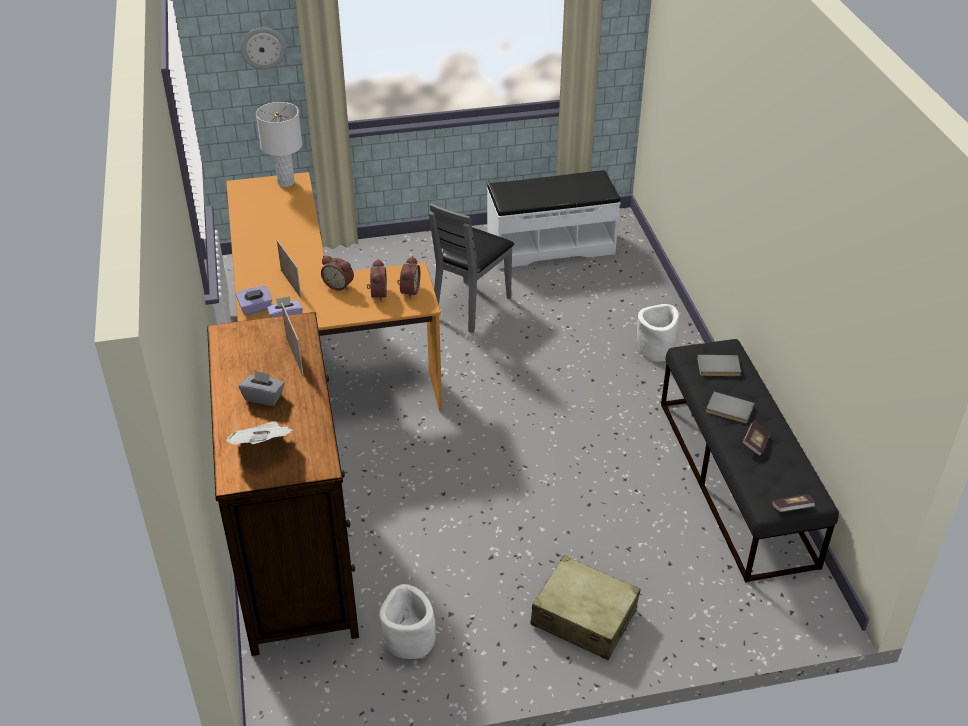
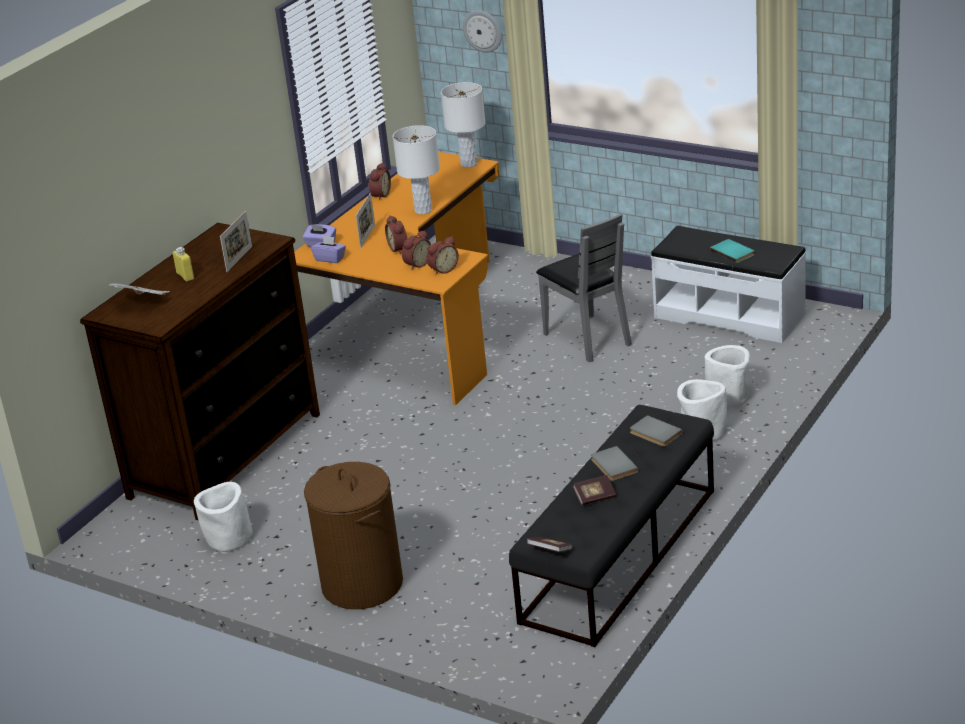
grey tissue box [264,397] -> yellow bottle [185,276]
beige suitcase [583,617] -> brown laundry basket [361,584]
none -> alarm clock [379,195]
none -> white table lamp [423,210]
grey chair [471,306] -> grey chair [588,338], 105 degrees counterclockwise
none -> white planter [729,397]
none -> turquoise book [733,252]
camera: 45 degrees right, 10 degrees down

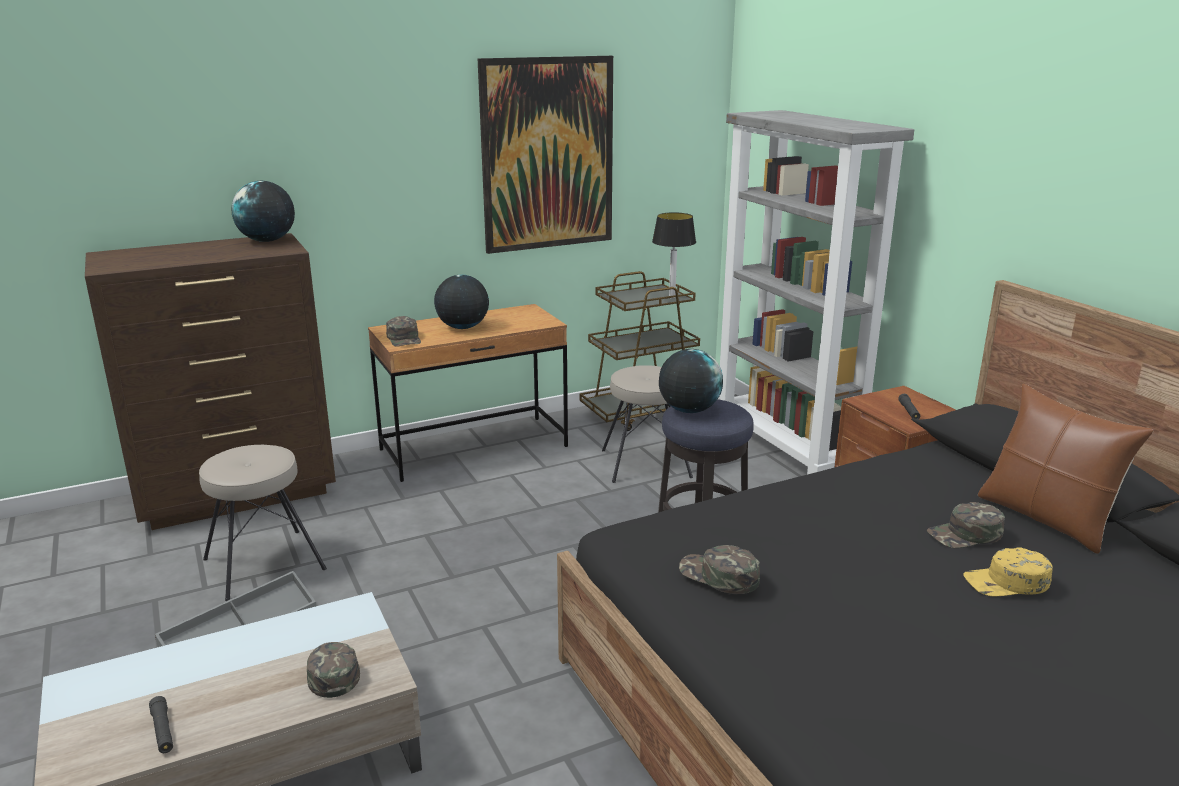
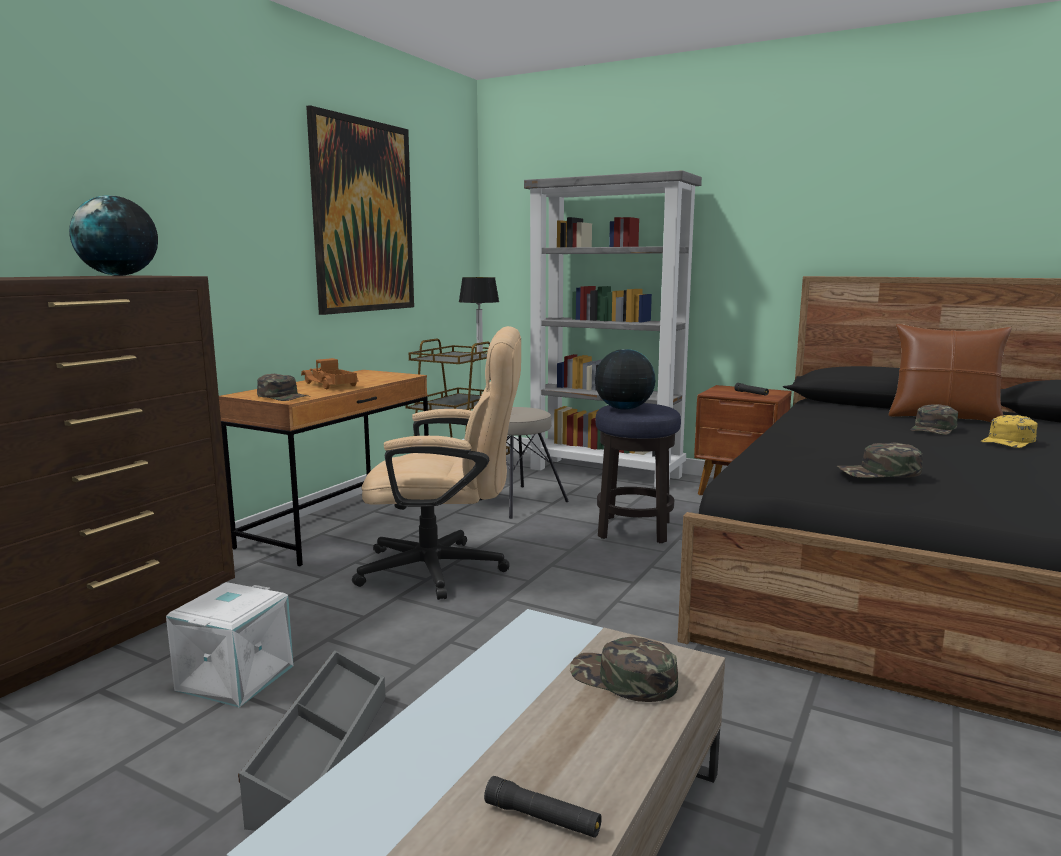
beige stool [263,563] -> white storage box [234,677]
globe [462,327] -> toy truck [329,385]
none -> beige office chair [446,569]
camera: 35 degrees left, 10 degrees down

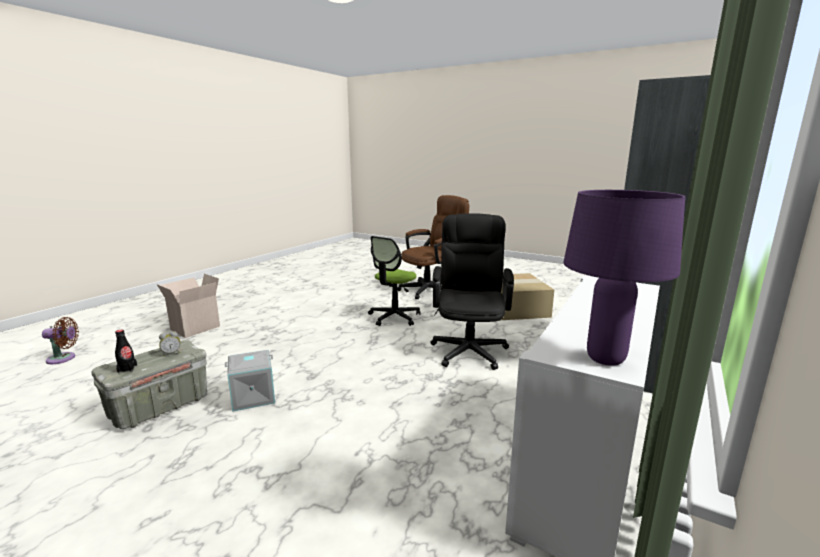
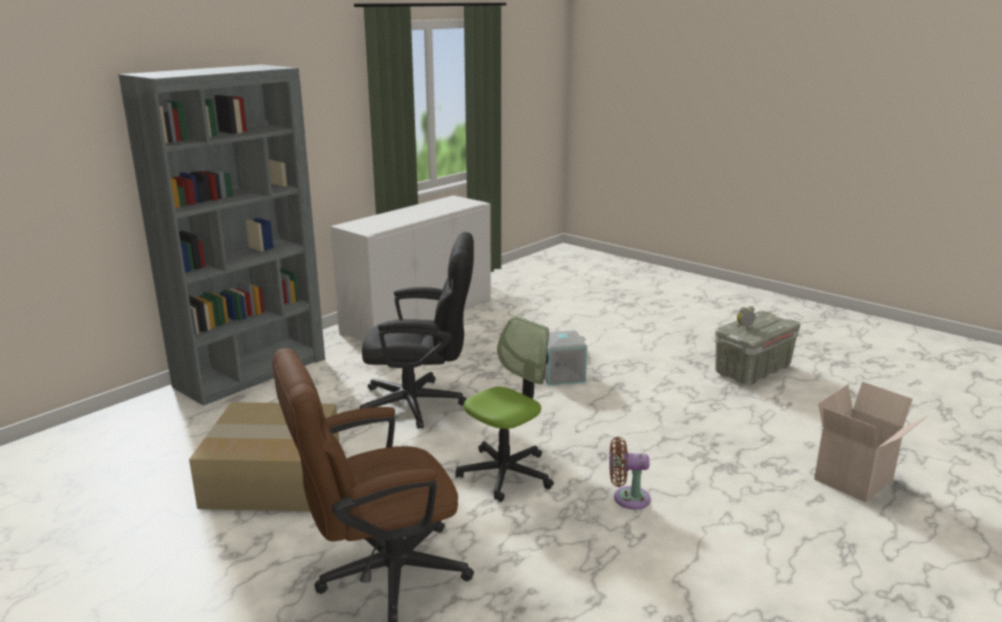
black office chair [469,347] -> black office chair [422,404], 105 degrees counterclockwise
grey storage box [253,397] -> grey storage box [561,374], moved
brown fan [64,358] -> brown fan [627,498], moved
black bottle [127,368] -> none
purple table lamp [605,359] -> none
camera: 170 degrees left, 5 degrees up

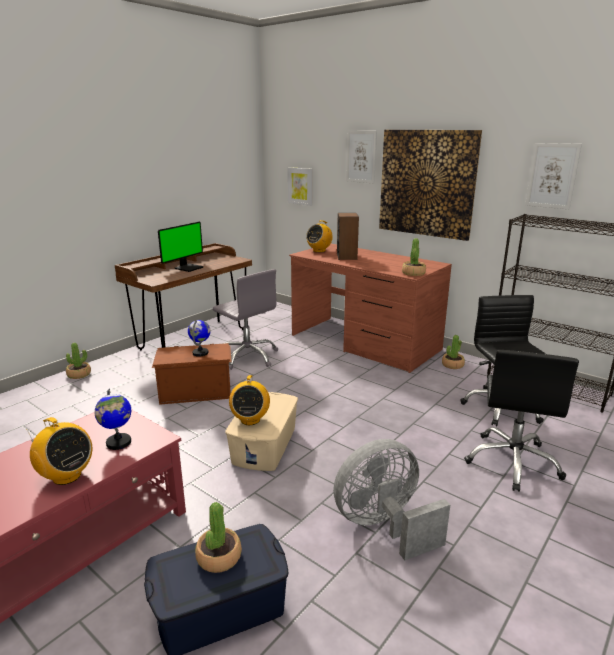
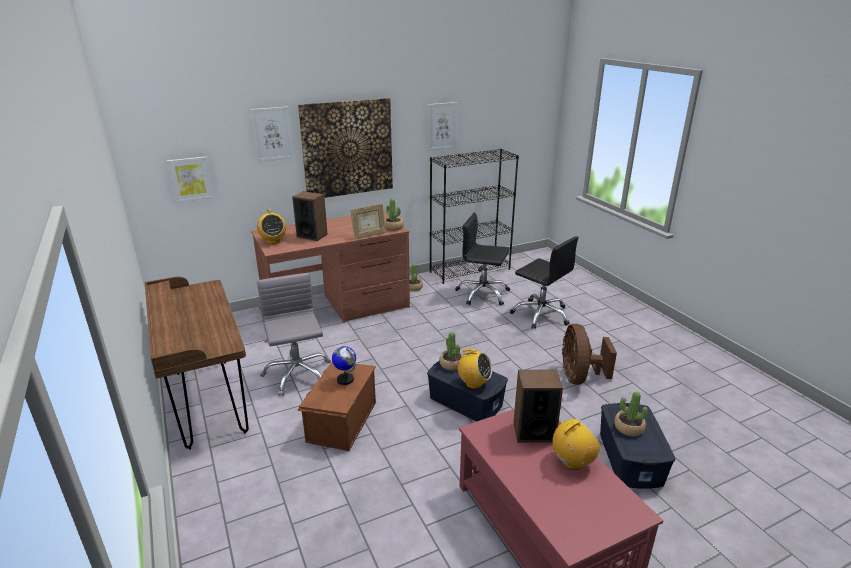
grey office chair [248,356] -> grey office chair [297,374], 90 degrees counterclockwise
none -> picture frame [369,236]
beige storage box [265,445] -> blue storage box [466,401]
potted plant [79,374] -> potted plant [452,364], moved
globe [118,443] -> speaker [533,432]
grey fan [384,526] -> brown fan [579,377]
monitor [188,268] -> none
camera: 65 degrees left, 5 degrees up

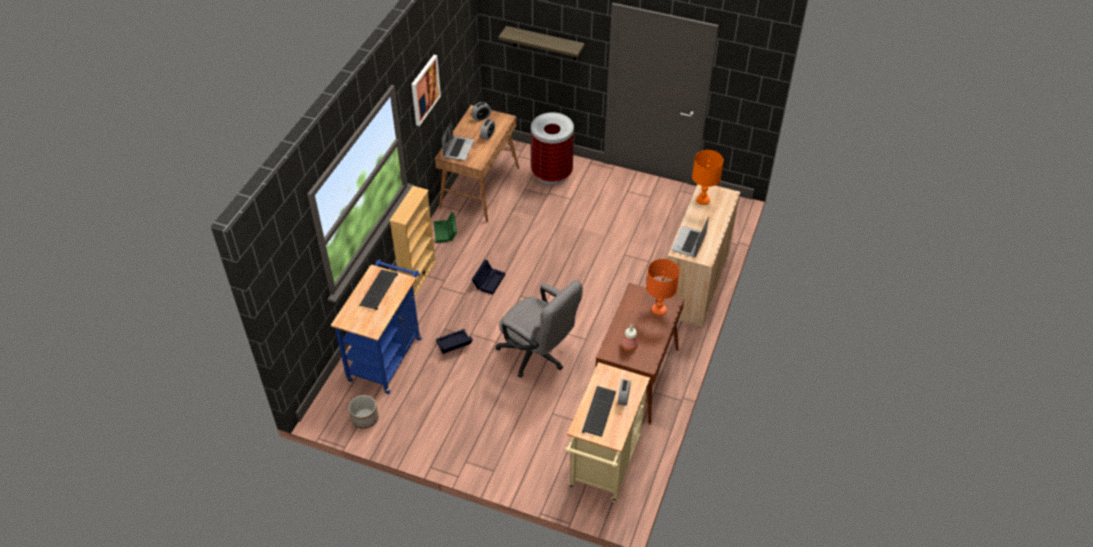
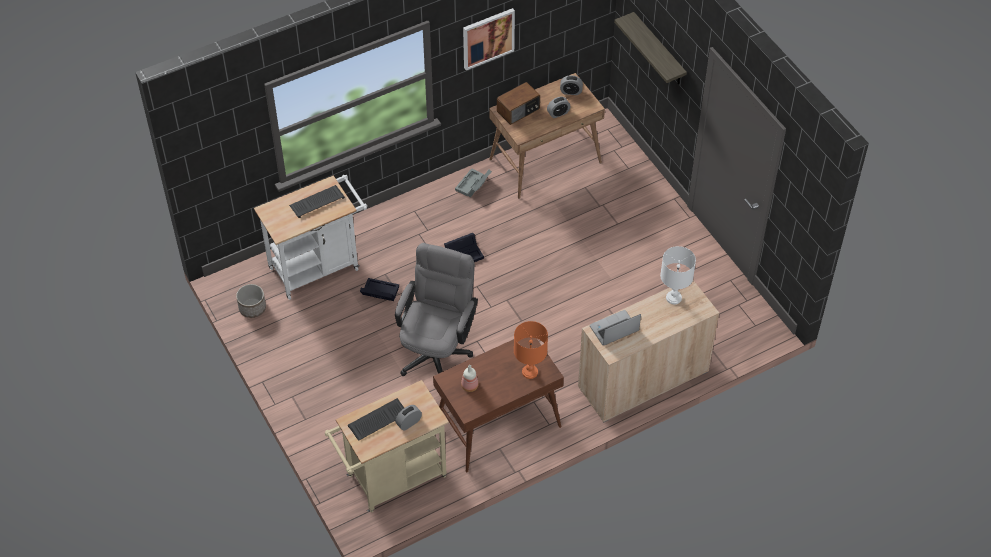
blue cart [387,355] -> white cart [319,266]
grey office chair [538,355] -> grey office chair [437,349], 150 degrees counterclockwise
green storage box [445,232] -> grey storage box [473,186]
laptop [458,148] -> radio [518,110]
orange table lamp [702,200] -> white table lamp [673,298]
beige bookcase [418,276] -> none
trash can [552,173] -> none
camera: 40 degrees right, 5 degrees up

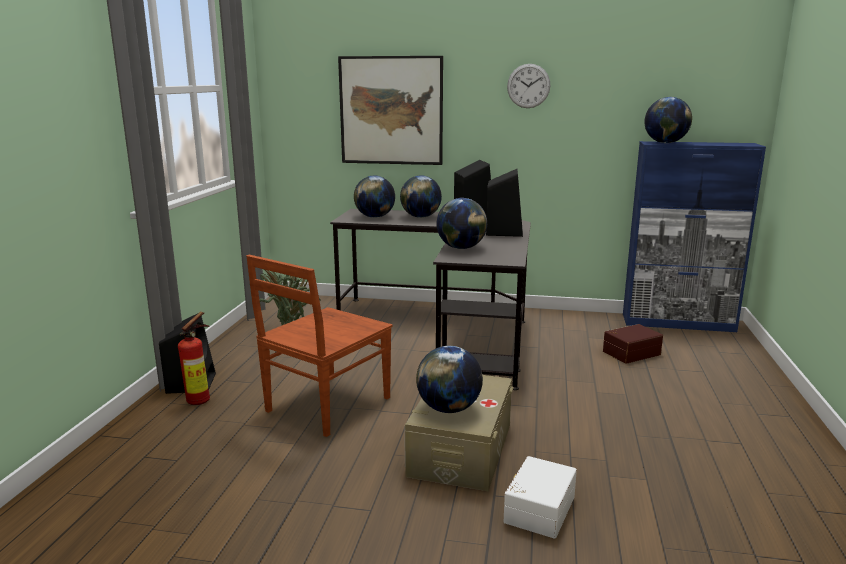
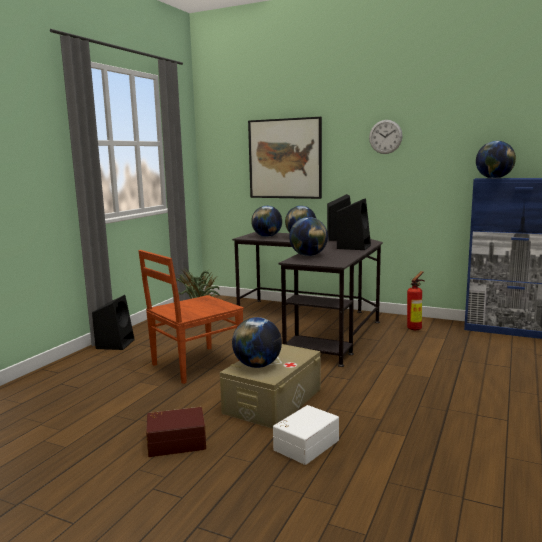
brown storage box [630,352] -> brown storage box [176,441], moved
fire extinguisher [201,400] -> fire extinguisher [416,328], moved
camera: 15 degrees right, 5 degrees down

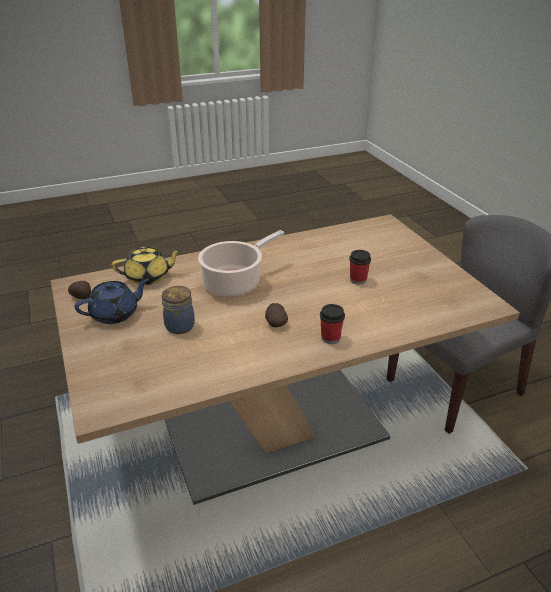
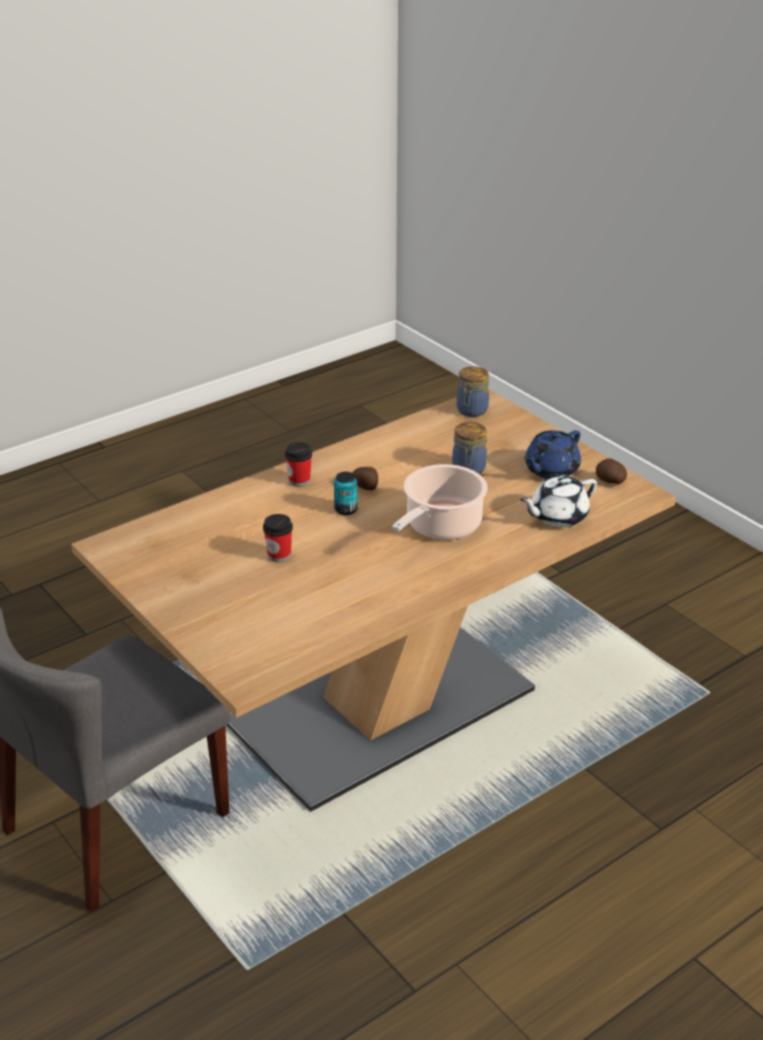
none -> can [346,510]
none -> jar [471,411]
yellow teapot [148,277] -> white teapot [557,517]
camera: 165 degrees right, 0 degrees up

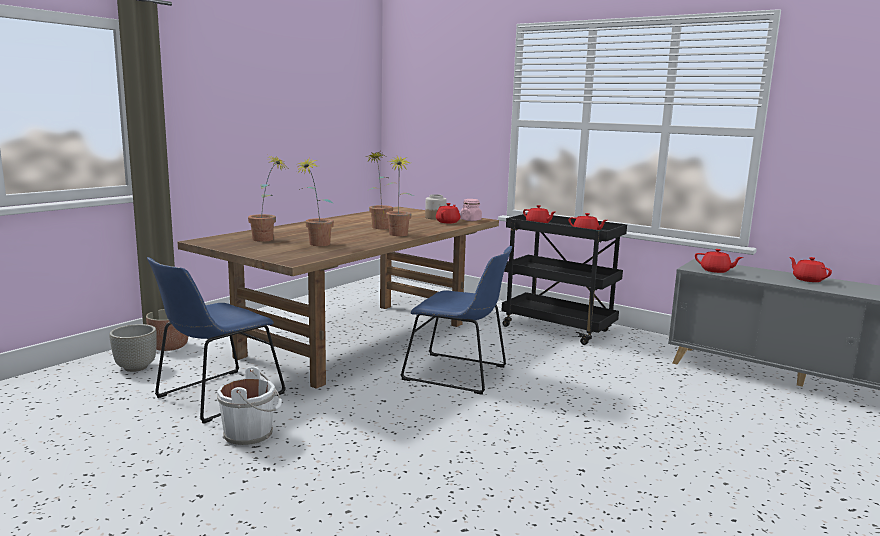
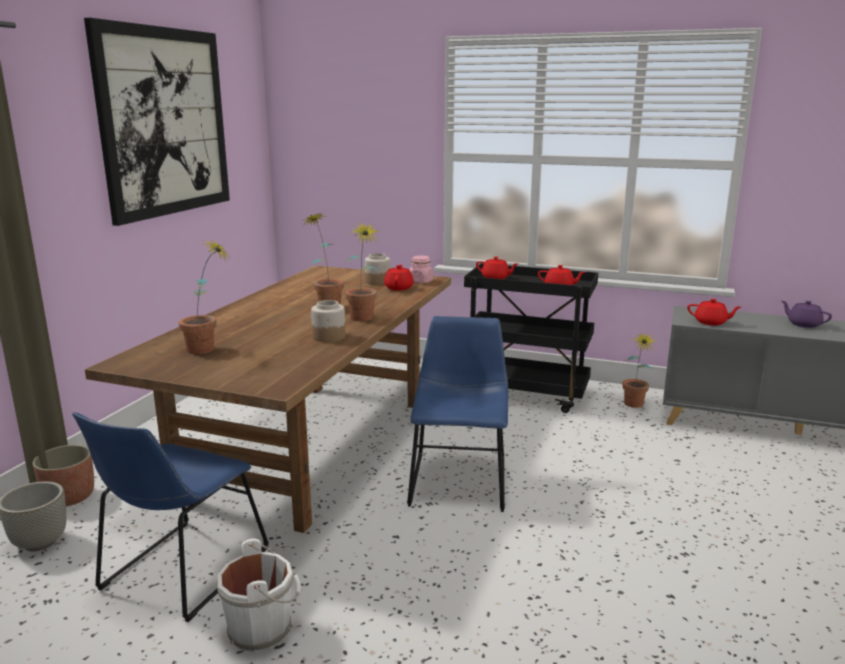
none -> picture [164,122]
none -> jar [328,337]
blue chair [459,374] -> blue chair [459,479], 90 degrees counterclockwise
potted plant [316,245] -> potted plant [634,406], moved
red teapot [807,279] -> purple teapot [803,324]
camera: 15 degrees left, 5 degrees up

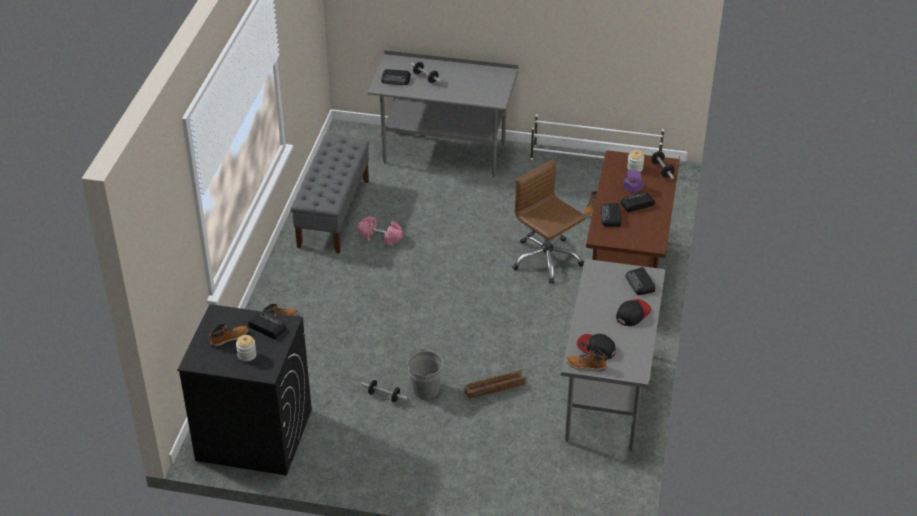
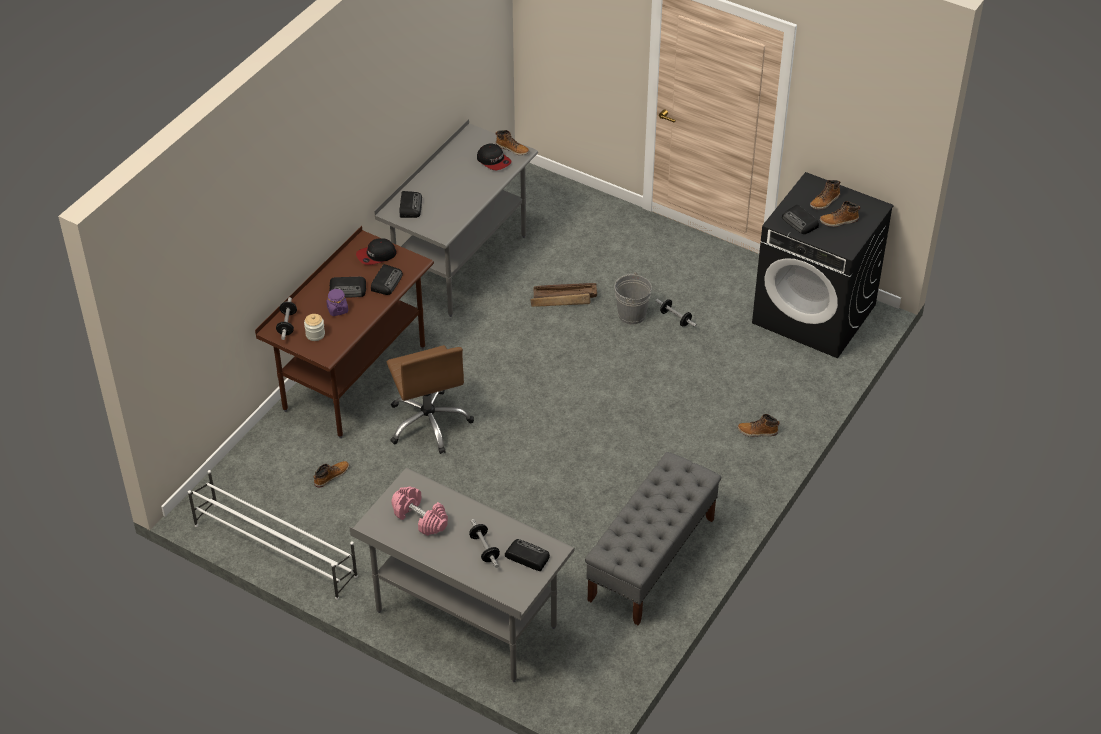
cap [632,314] -> cap [376,255], moved
pink dumbbell [380,237] -> pink dumbbell [420,518], moved
jar [247,355] -> boot [825,201]
camera: 160 degrees left, 5 degrees up

